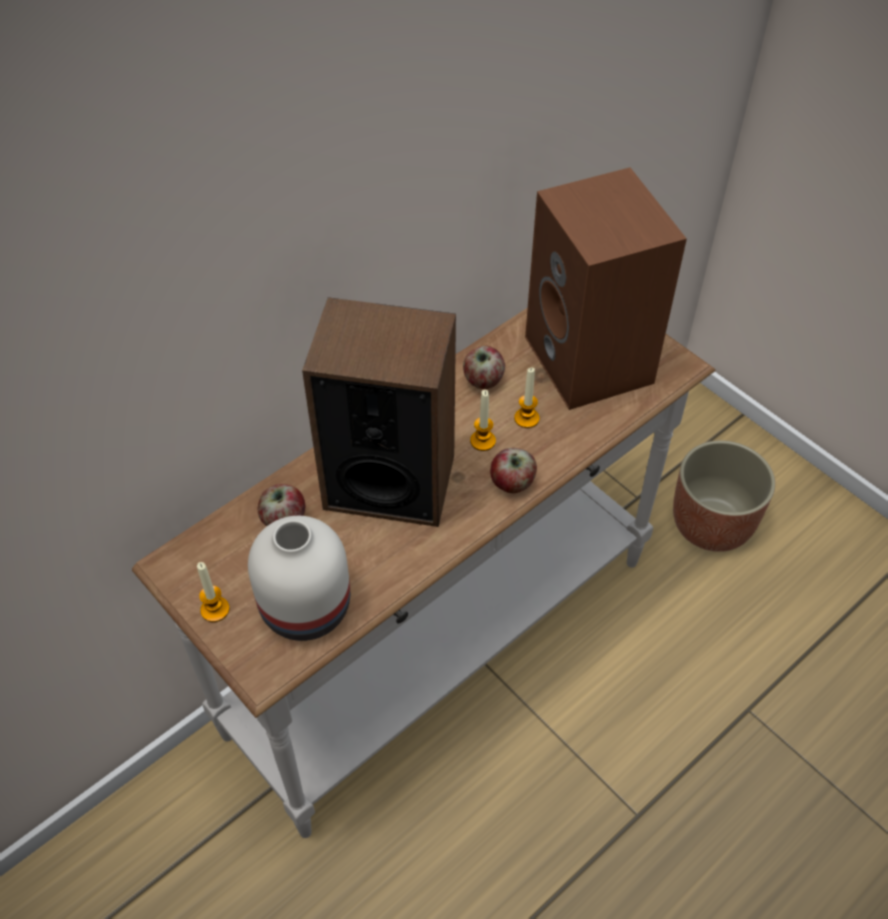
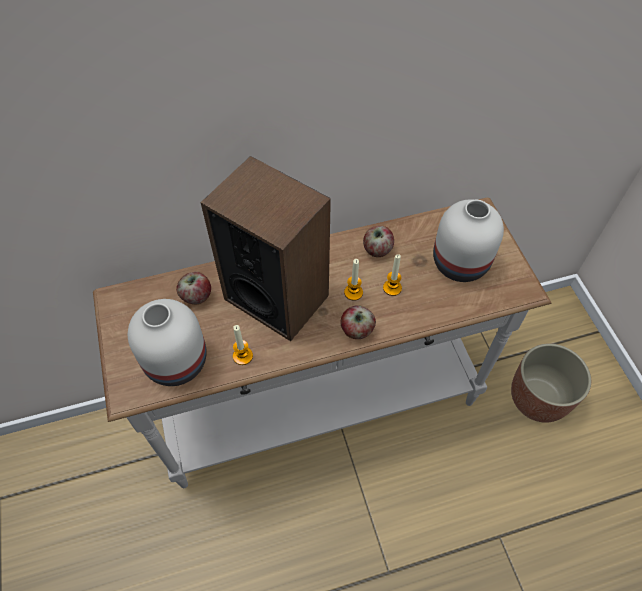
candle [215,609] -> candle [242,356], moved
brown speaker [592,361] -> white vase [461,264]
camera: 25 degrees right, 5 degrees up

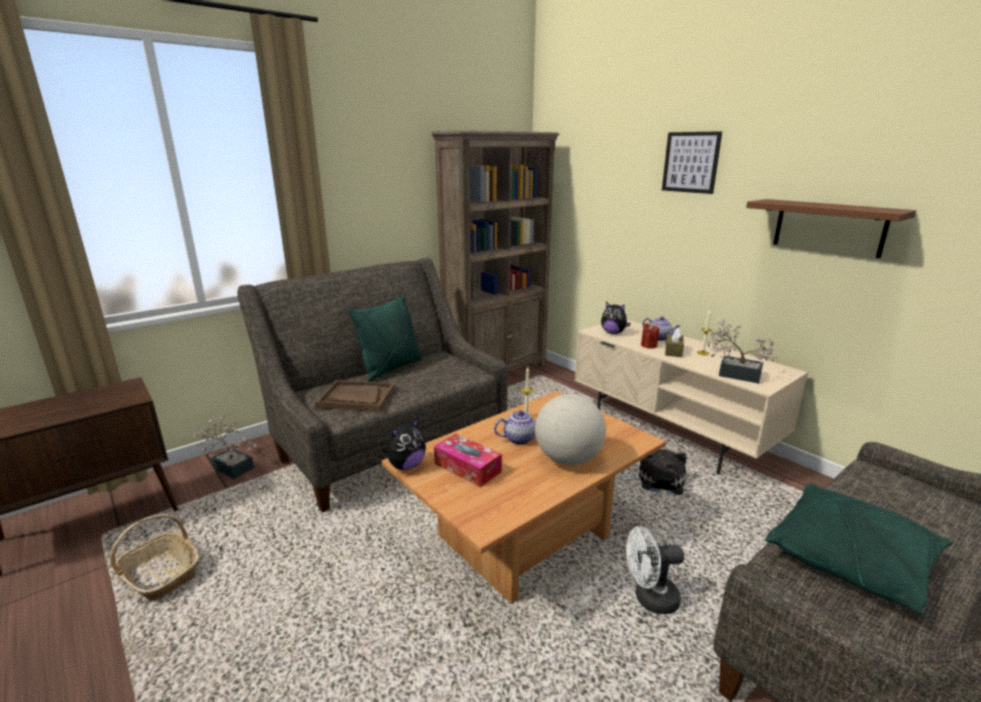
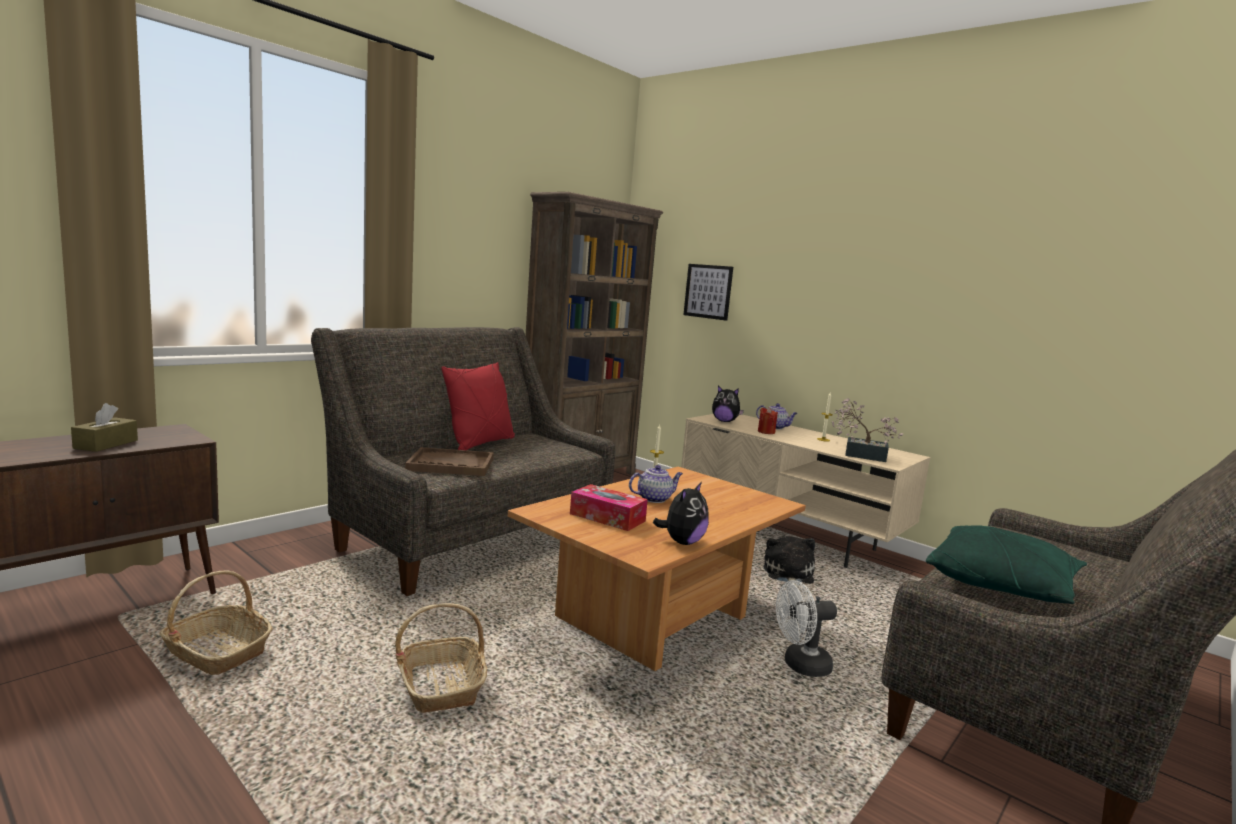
brown tissue box [673,351] -> brown tissue box [106,444], moved
none -> basket [441,686]
green pillow [391,369] -> red pillow [479,444]
plush toy [406,466] -> plush toy [682,542], moved
picture [690,162] -> picture [708,291], moved
potted plant [231,466] -> none
globe [568,459] -> none
brown shelf [829,227] -> none
camera: 10 degrees left, 10 degrees down

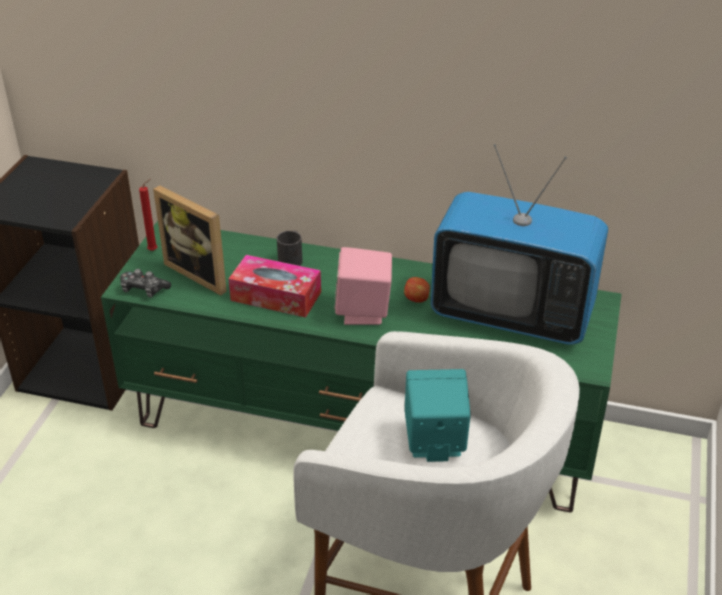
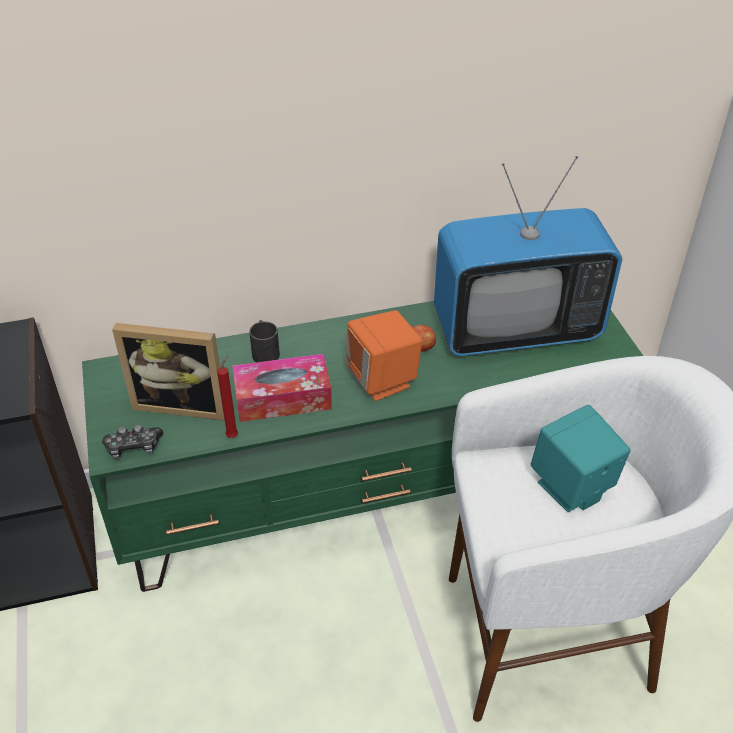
red candle [154,250] -> red candle [233,435], moved
pink speaker [364,312] -> orange speaker [383,380]
camera: 30 degrees left, 5 degrees up

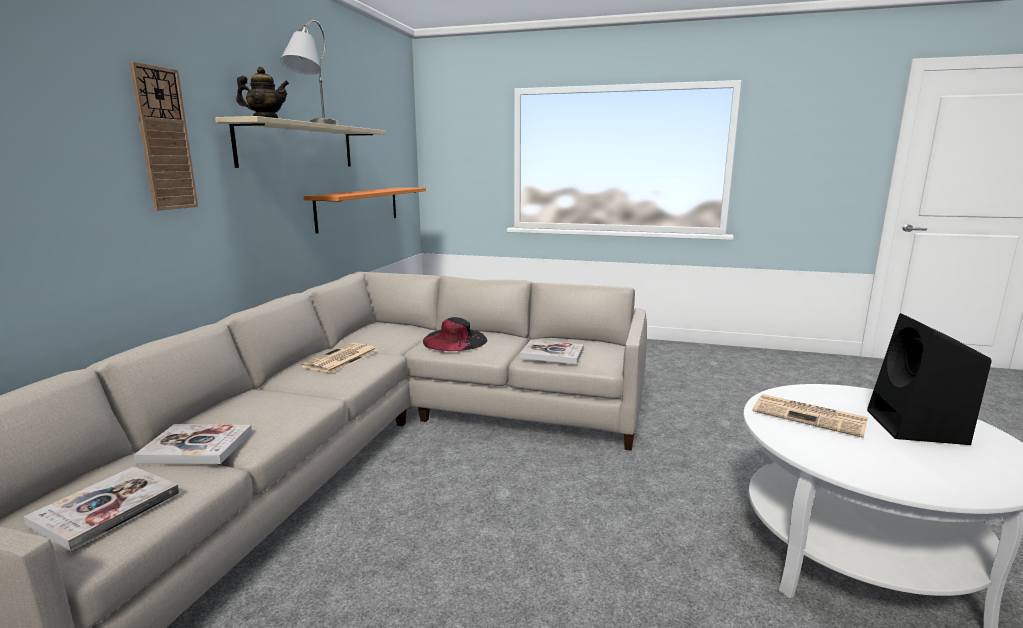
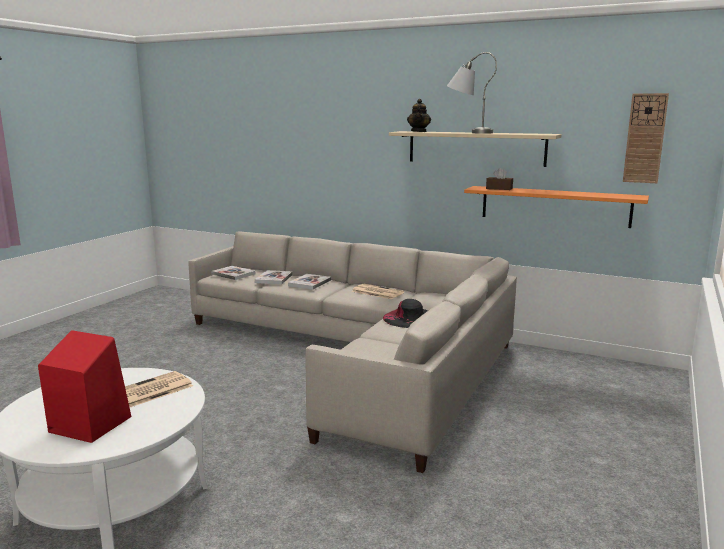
black speaker [917,428] -> red speaker [88,424]
book [552,354] -> book [309,283], moved
none -> brown tissue box [499,188]
wall clock [164,139] -> wall clock [645,138], moved
camera: 100 degrees right, 0 degrees up

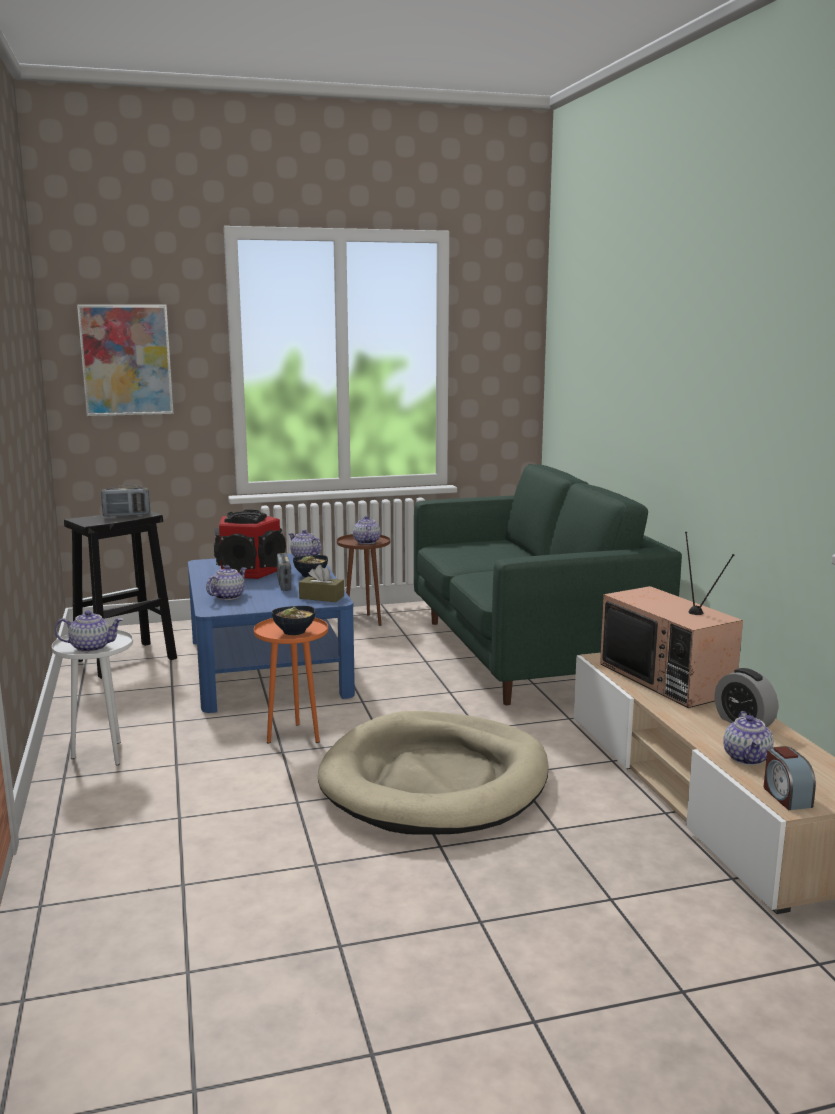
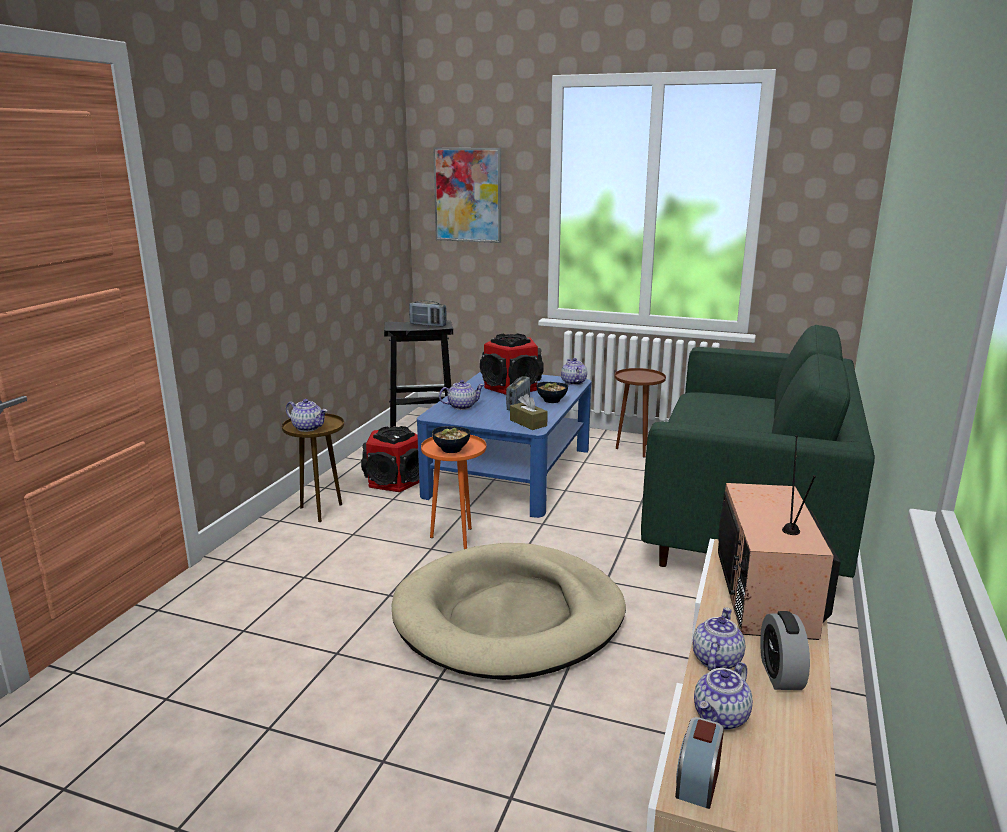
white side table [103,754] -> brown side table [320,511]
none -> speaker [395,480]
teapot [366,542] -> teapot [716,659], moved
camera: 35 degrees right, 5 degrees up

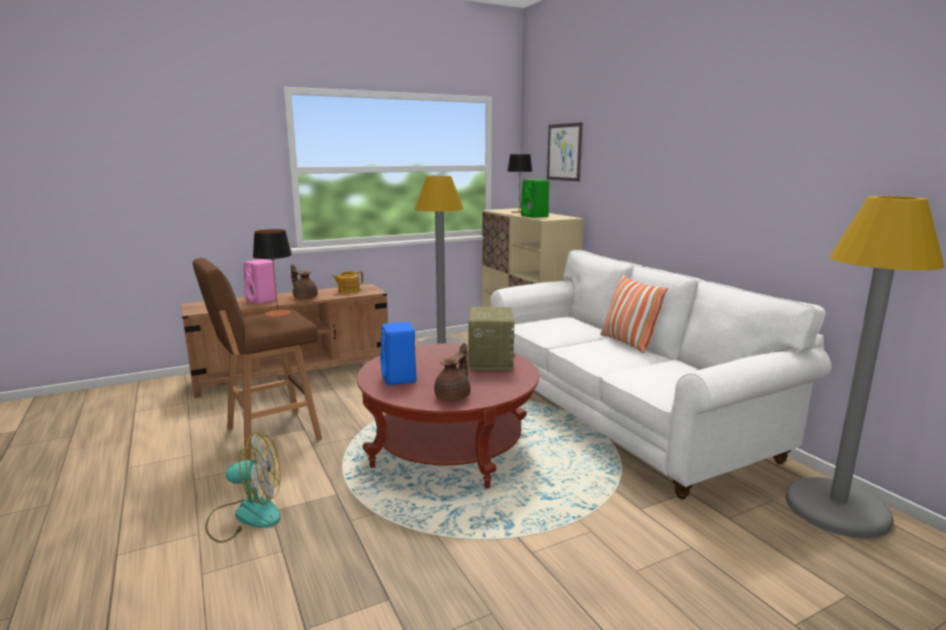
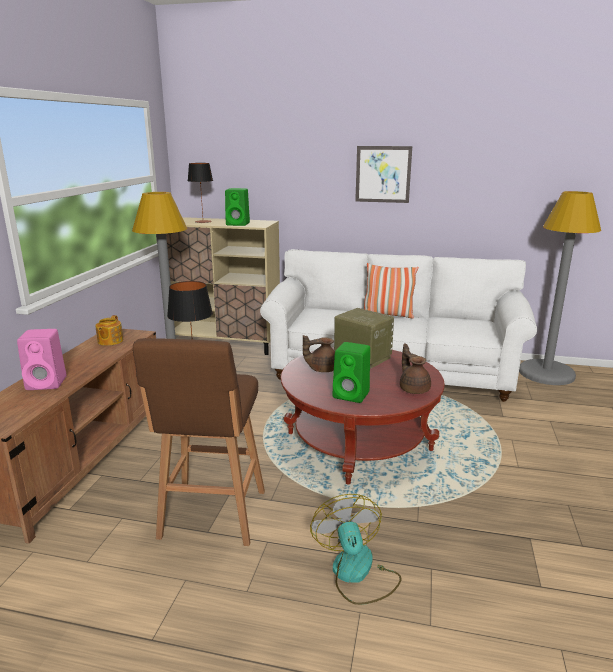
brown teapot [305,298] -> brown teapot [321,369], moved
fan [246,515] -> fan [356,574], 45 degrees counterclockwise
blue speaker [399,379] -> green speaker [352,395]
picture [564,152] -> picture [383,174], moved
camera: 50 degrees left, 5 degrees up

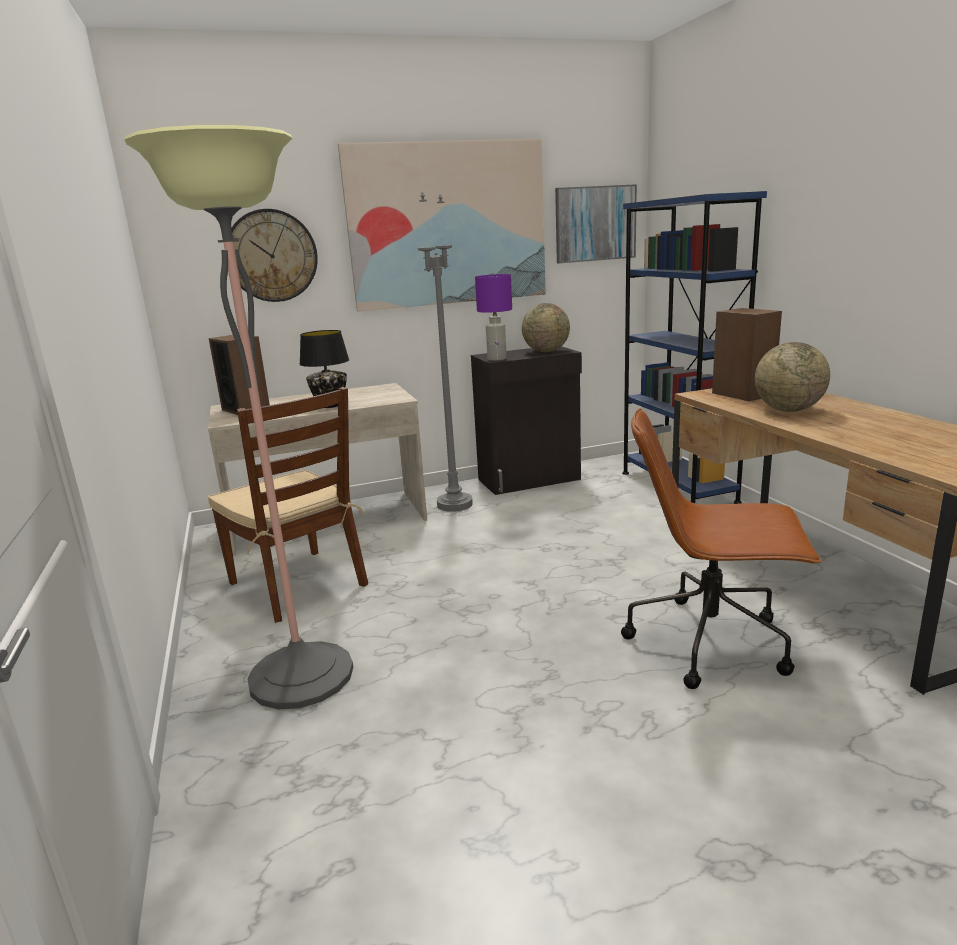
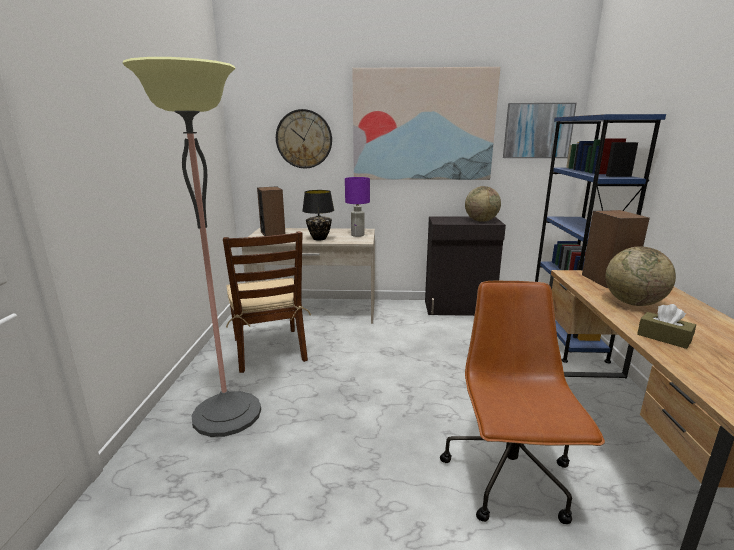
purple table lamp [497,359] -> purple table lamp [358,235], moved
brown office chair [711,642] -> brown office chair [509,478], 60 degrees clockwise
none -> brown tissue box [663,337]
grey floor lamp [455,504] -> none
camera: 20 degrees right, 0 degrees up

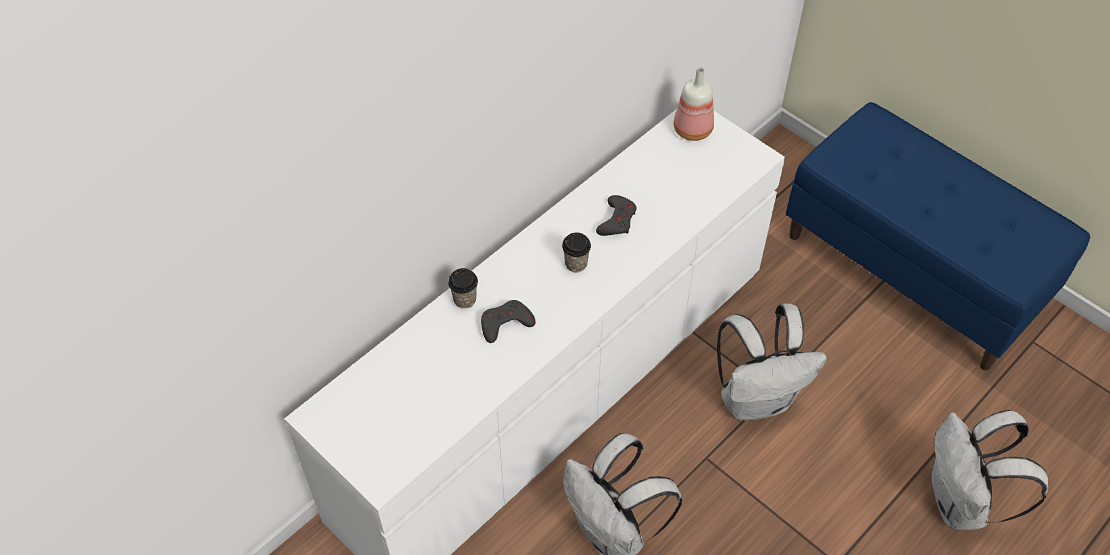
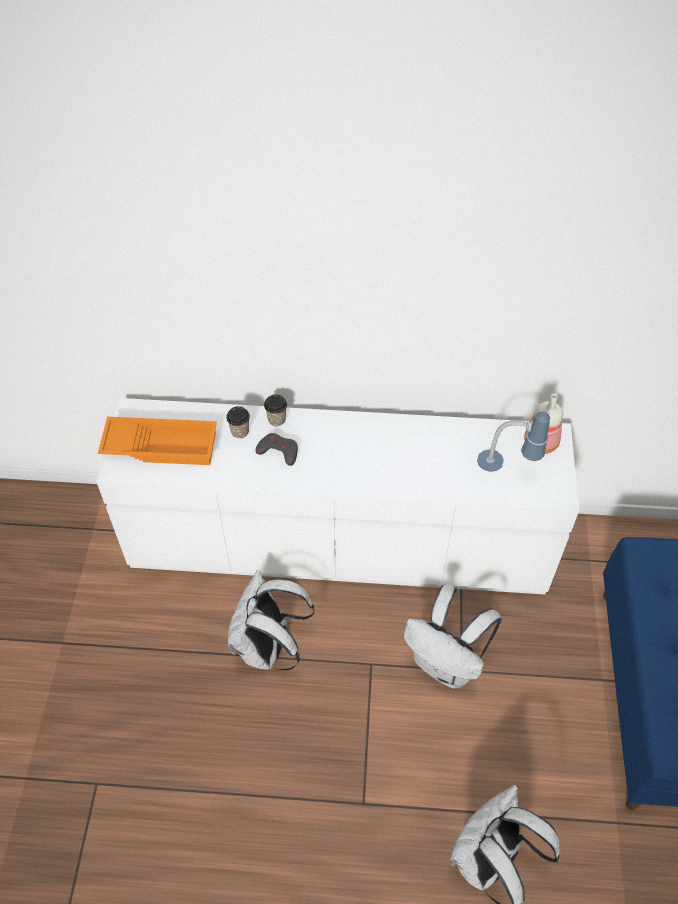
none -> orange tray [161,444]
cup [576,264] -> cup [240,431], moved
none -> table lamp [506,469]
grey game controller [617,220] -> none
camera: 50 degrees right, 0 degrees up

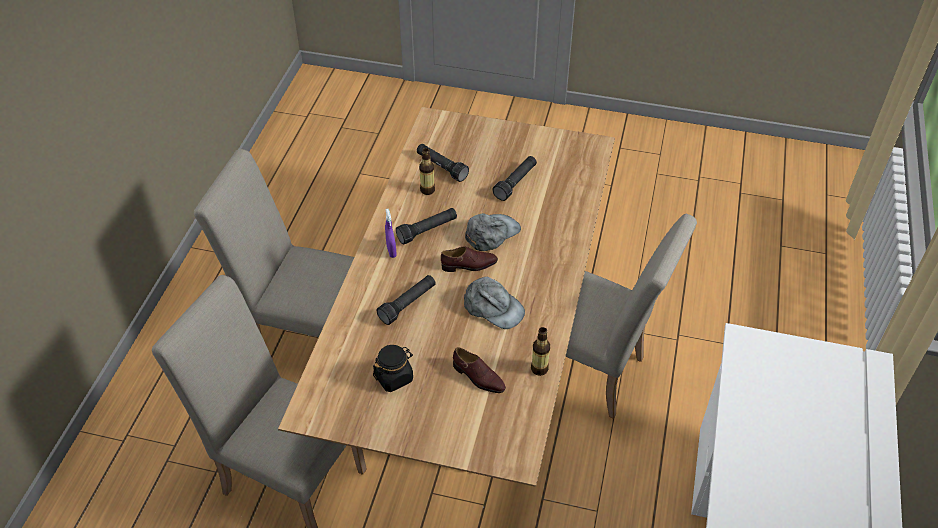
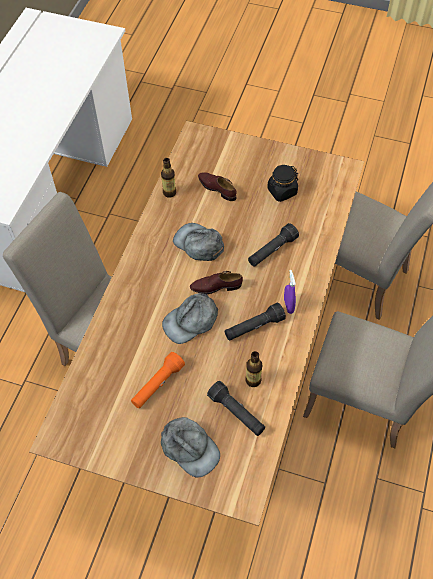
black flashlight [515,183] -> orange flashlight [157,385]
none -> grey cap [189,448]
camera: 175 degrees left, 10 degrees up

